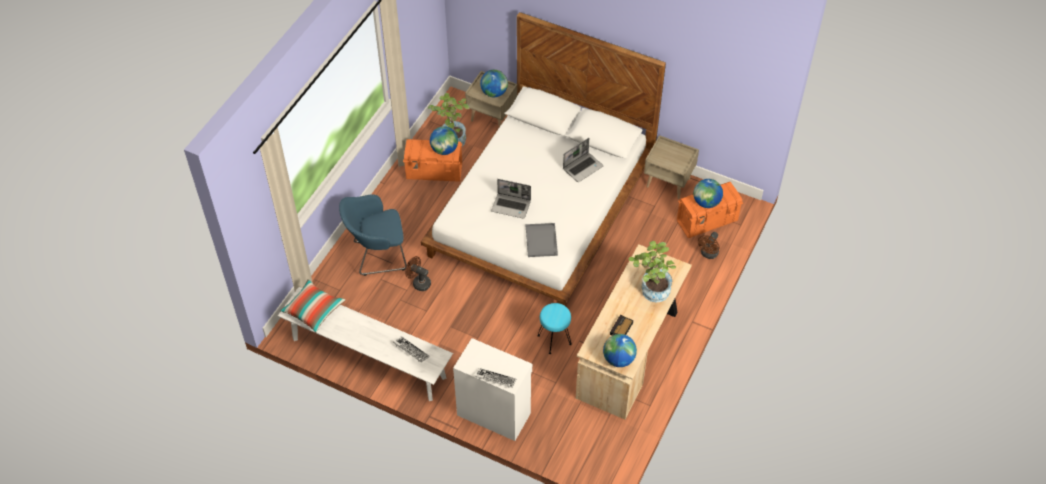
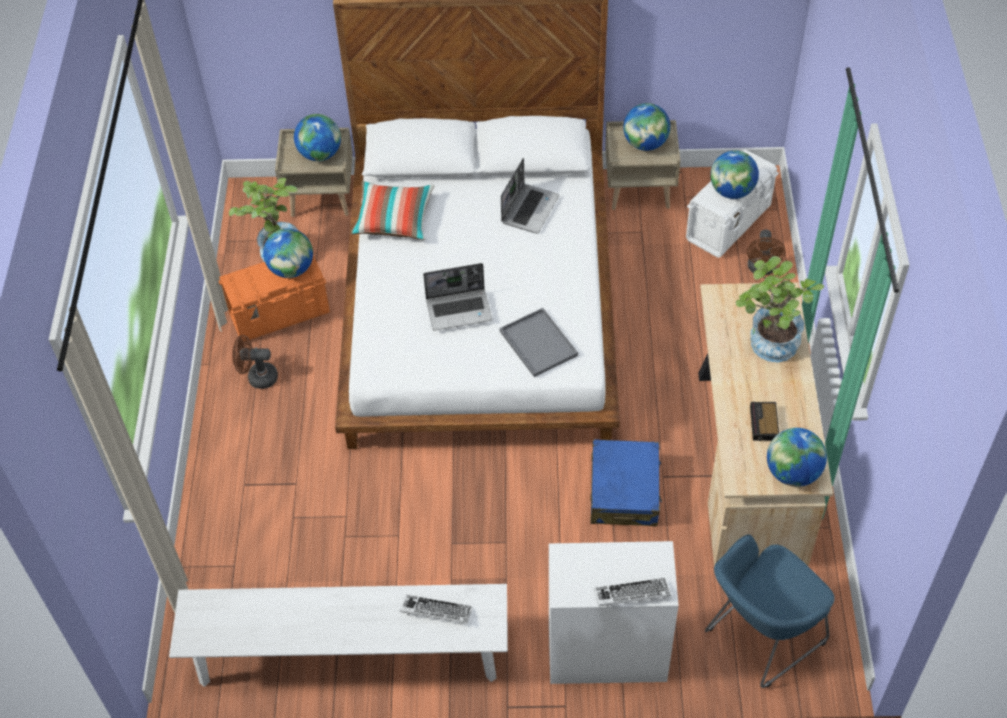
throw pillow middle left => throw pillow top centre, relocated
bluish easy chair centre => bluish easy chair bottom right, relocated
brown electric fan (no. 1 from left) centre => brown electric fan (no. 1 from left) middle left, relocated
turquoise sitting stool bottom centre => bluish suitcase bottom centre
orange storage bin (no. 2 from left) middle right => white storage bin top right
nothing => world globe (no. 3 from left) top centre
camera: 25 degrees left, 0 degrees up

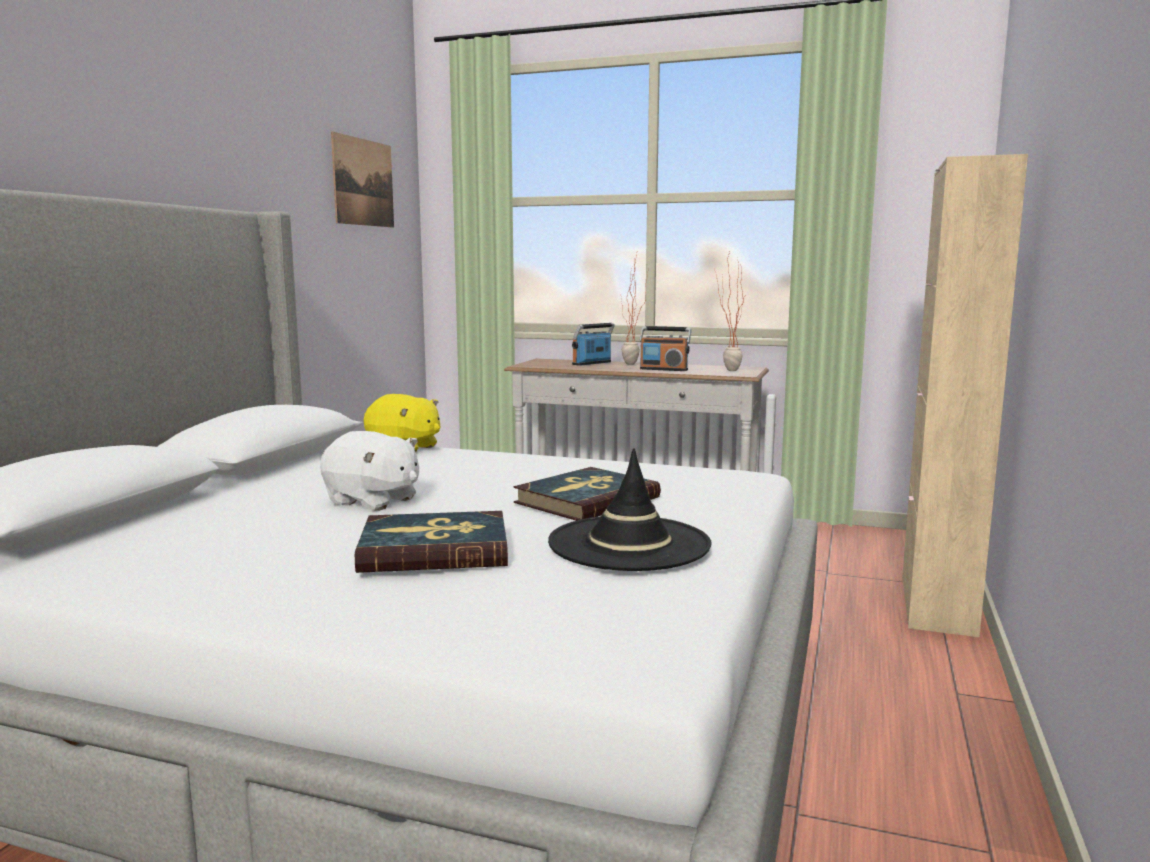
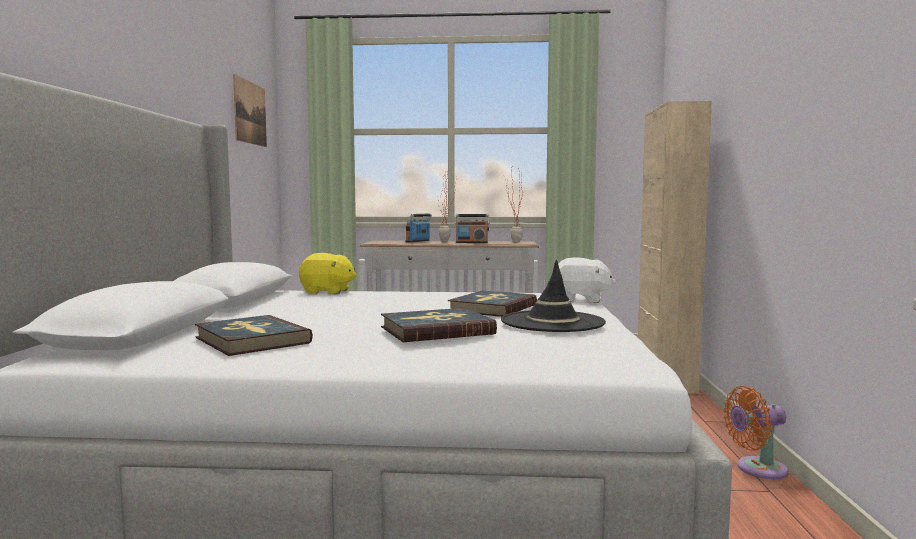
white plush toy middle left => white plush toy centre, relocated
nothing => bound book (no. 1 from left) middle left
nothing => orange electric fan bottom right
camera: 15 degrees left, 5 degrees down

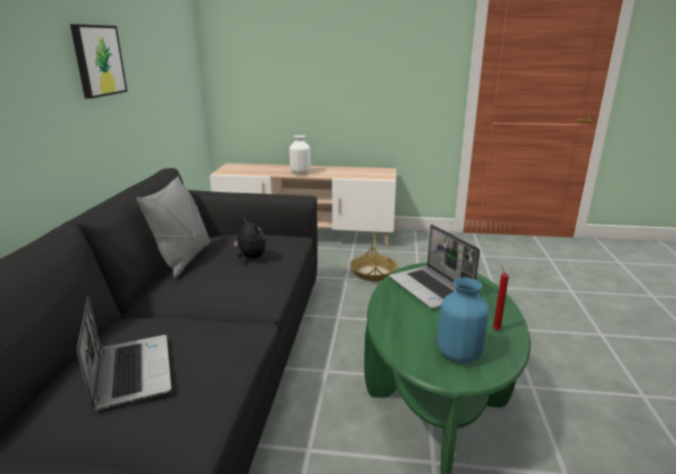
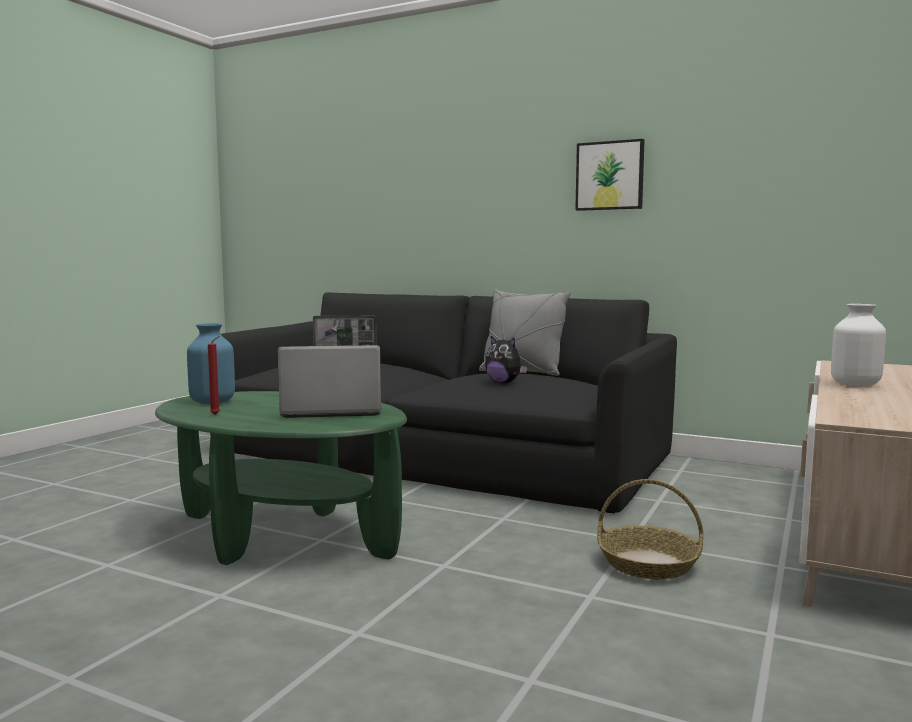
plush toy centre, 60 degrees clockwise
camera: 110 degrees right, 15 degrees down

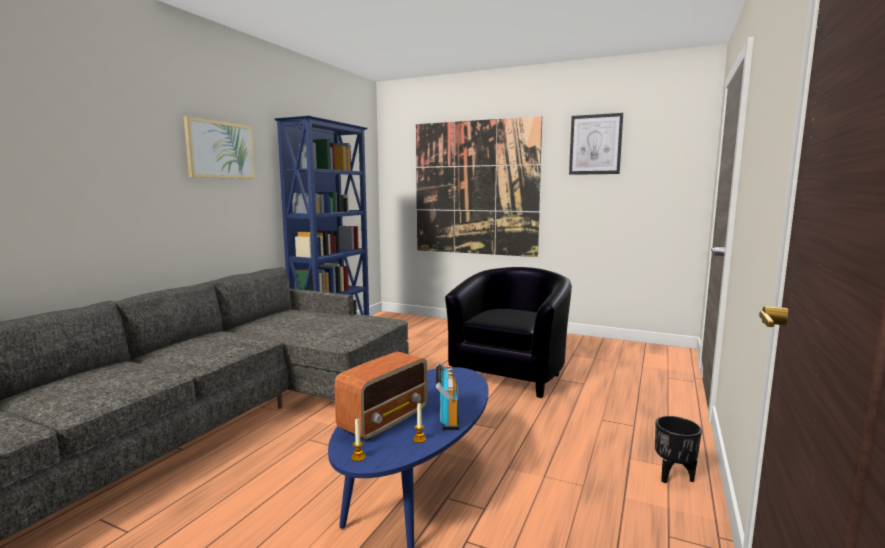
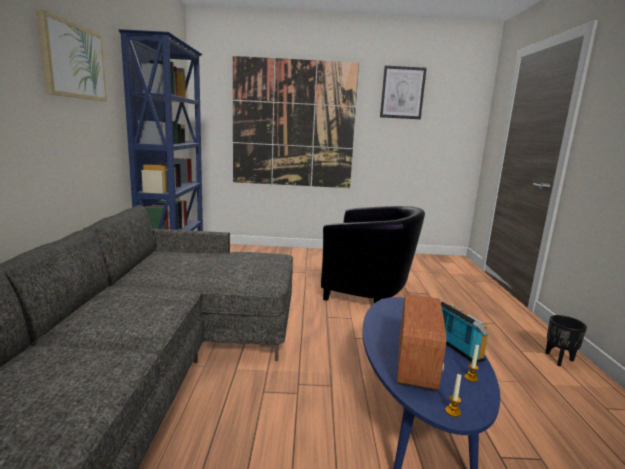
black easy chair centre, 105 degrees clockwise
camera: 25 degrees left, 5 degrees up

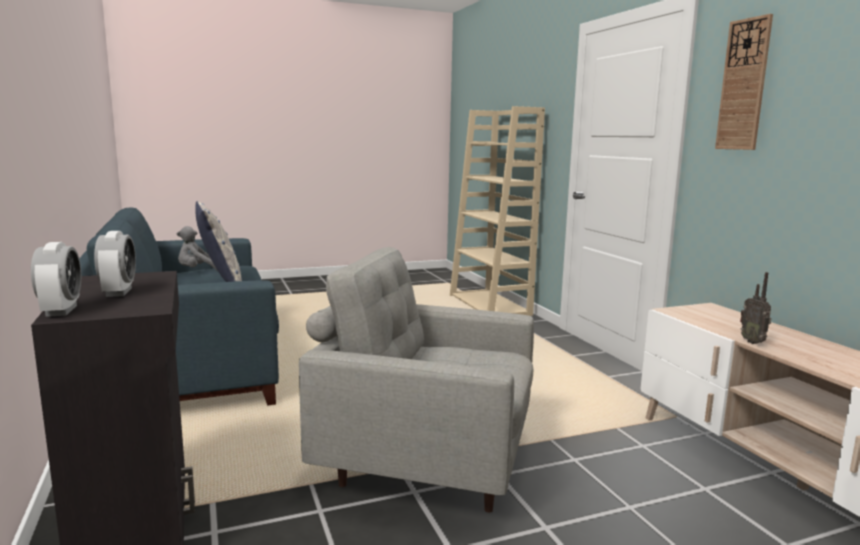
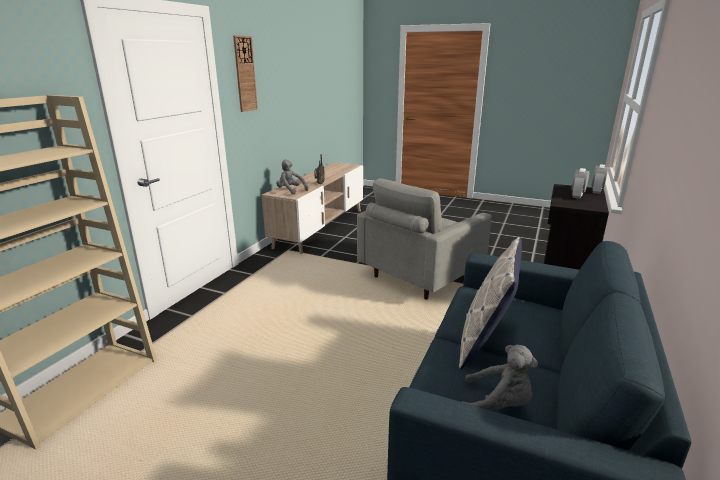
greyish easy chair bottom centre => greyish easy chair centre, 75 degrees clockwise
nothing => greyish plush toy (no. 1 from left) centre
camera: 135 degrees left, 10 degrees up

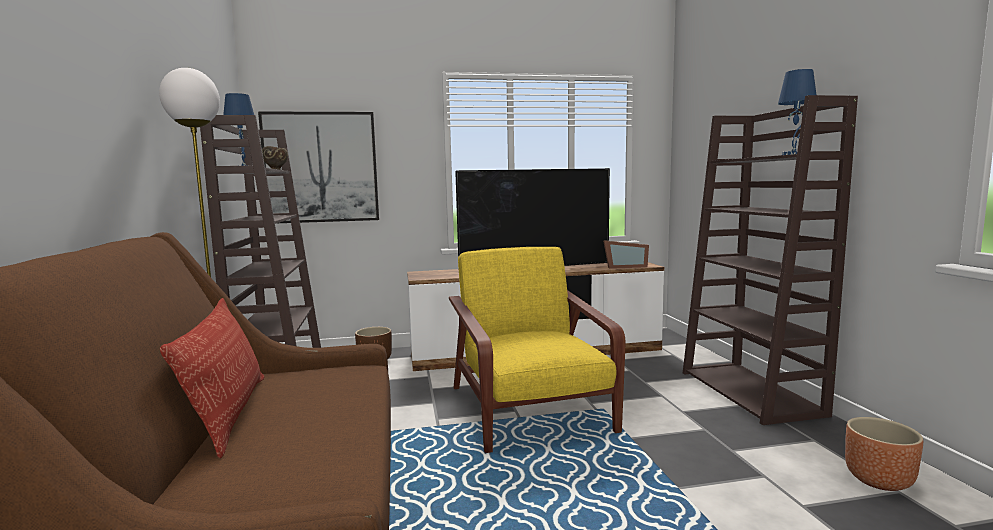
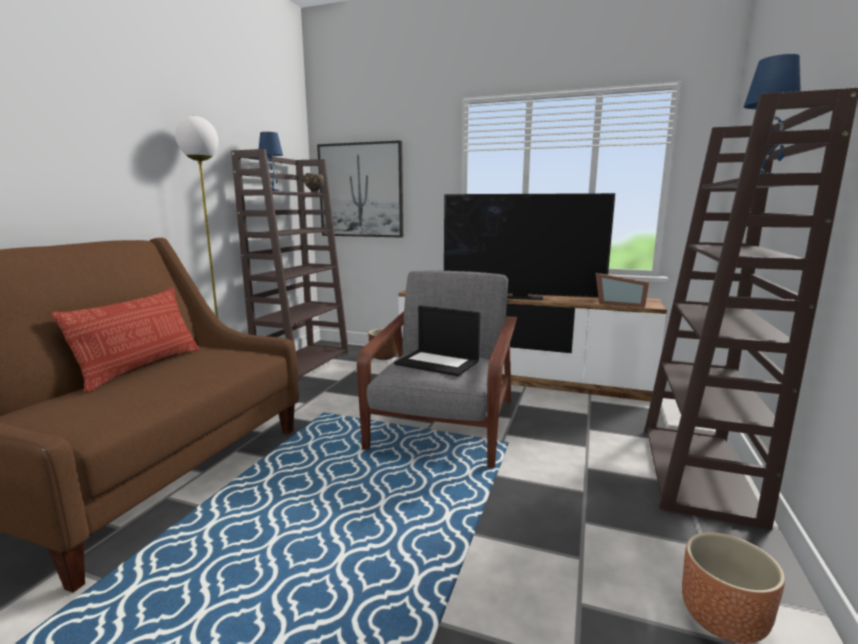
yellow easy chair centre => greyish easy chair centre
nothing => portable computer centre
camera: 30 degrees right, 5 degrees up

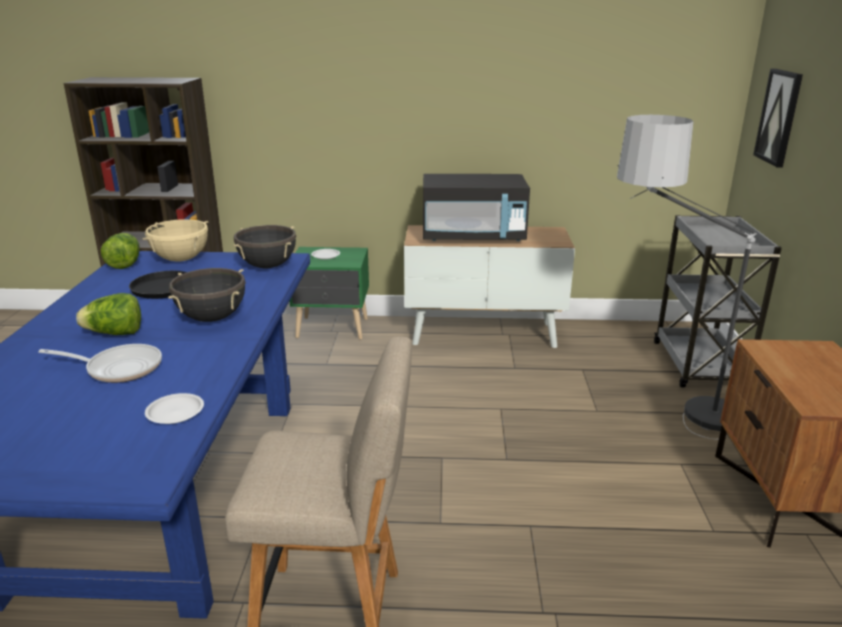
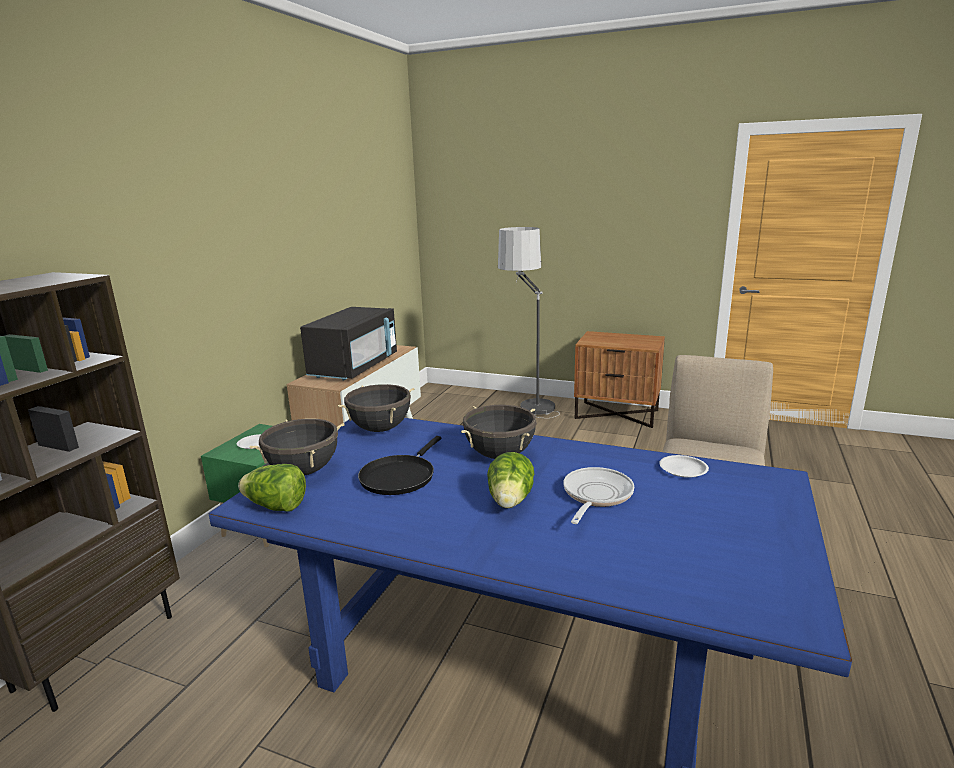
sand-coloured cooking pot middle left => black cooking pot (no. 1 from left) middle left
greyish cart middle right => nothing
wall art top right => nothing
camera: 70 degrees left, 5 degrees down

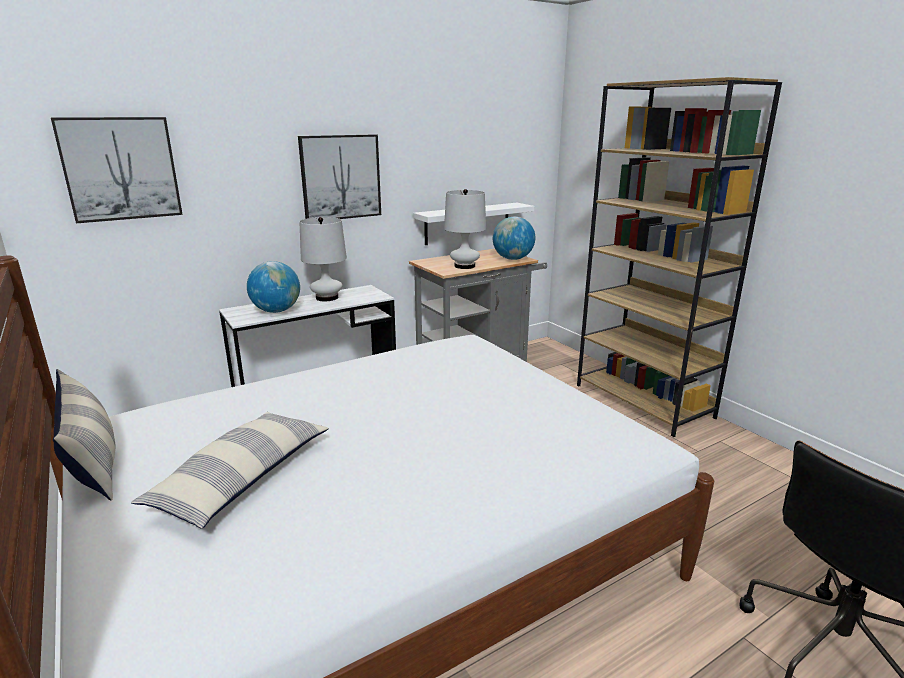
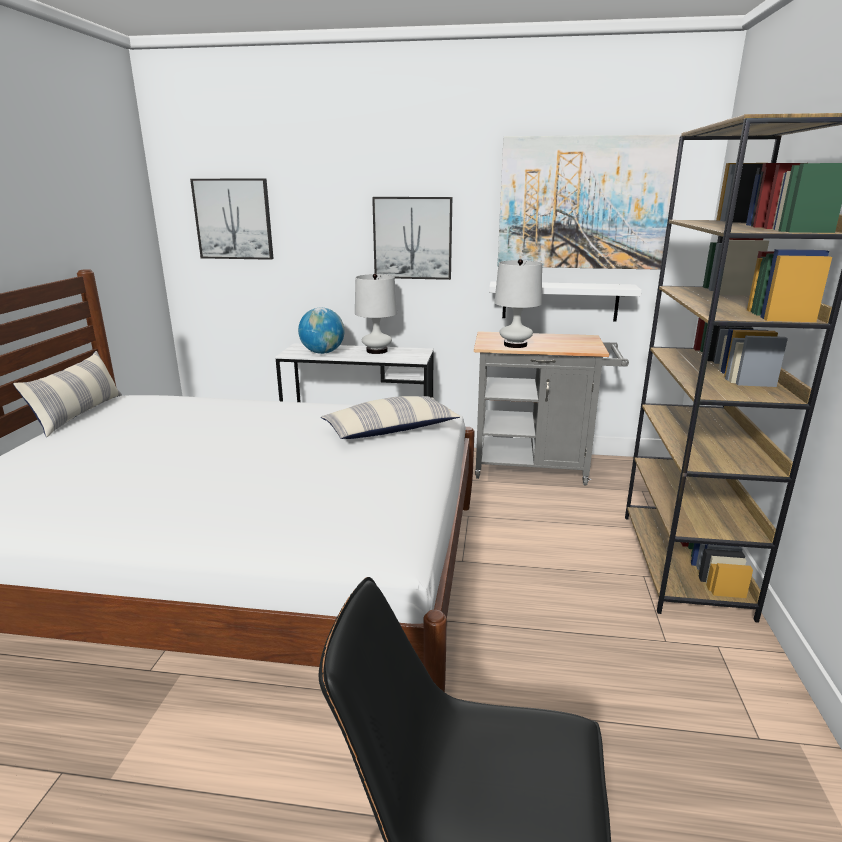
throw pillow (no. 2 from left) bottom left => throw pillow (no. 2 from left) centre, relocated
world globe (no. 2 from left) centre => nothing
nothing => wall art (no. 3 from left) top right
camera: 40 degrees right, 0 degrees up

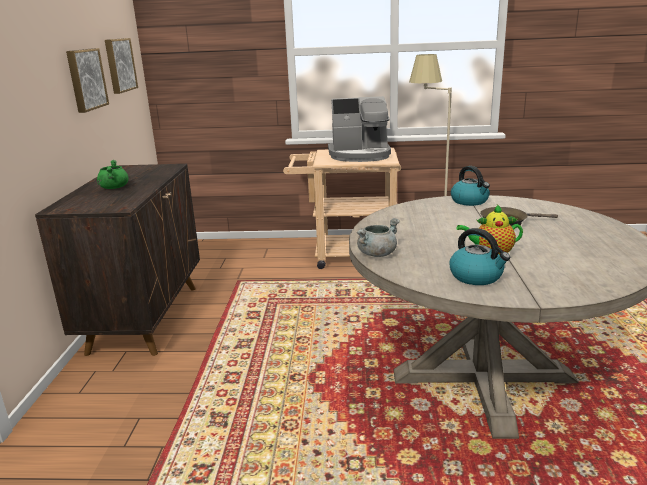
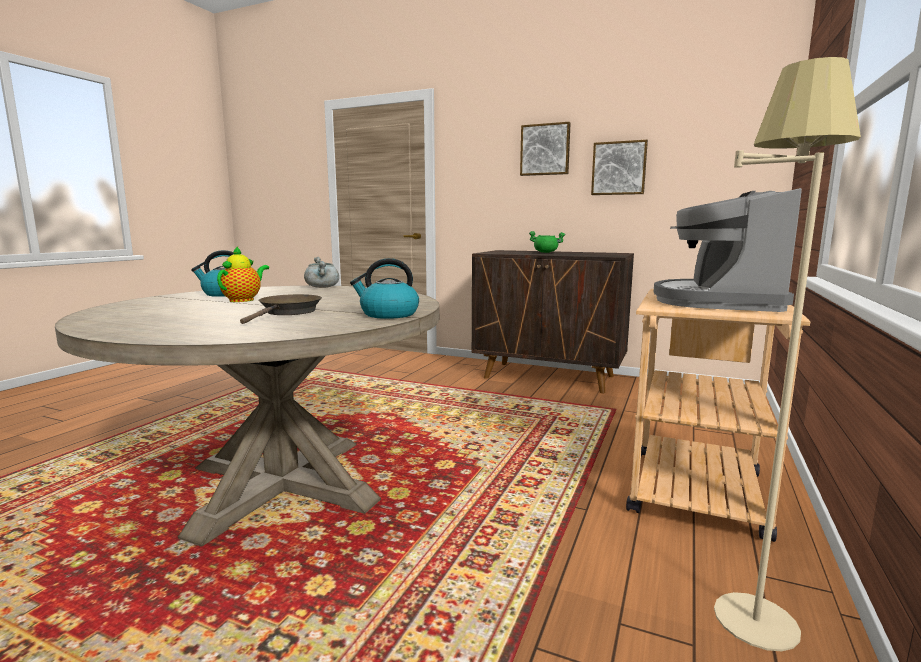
wall art (no. 2 from left in the first image) top left => wall art (no. 1 from left) top centre, relocated
camera: 110 degrees right, 10 degrees down

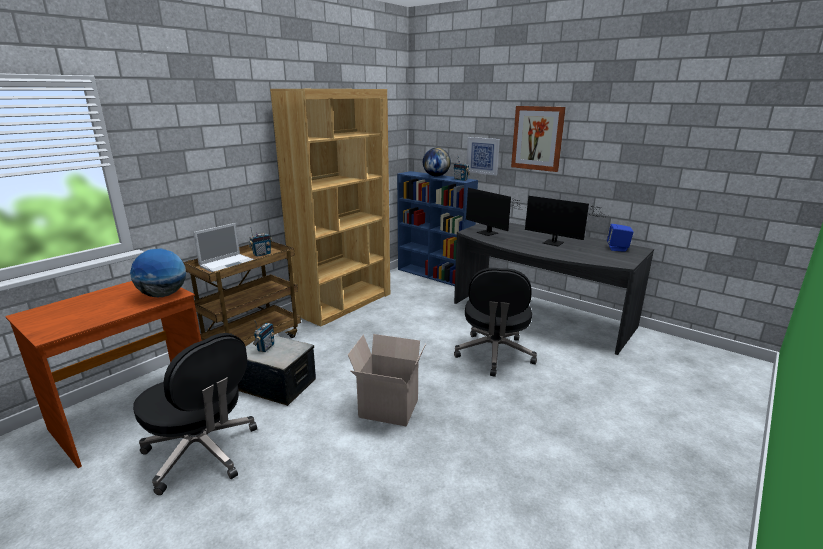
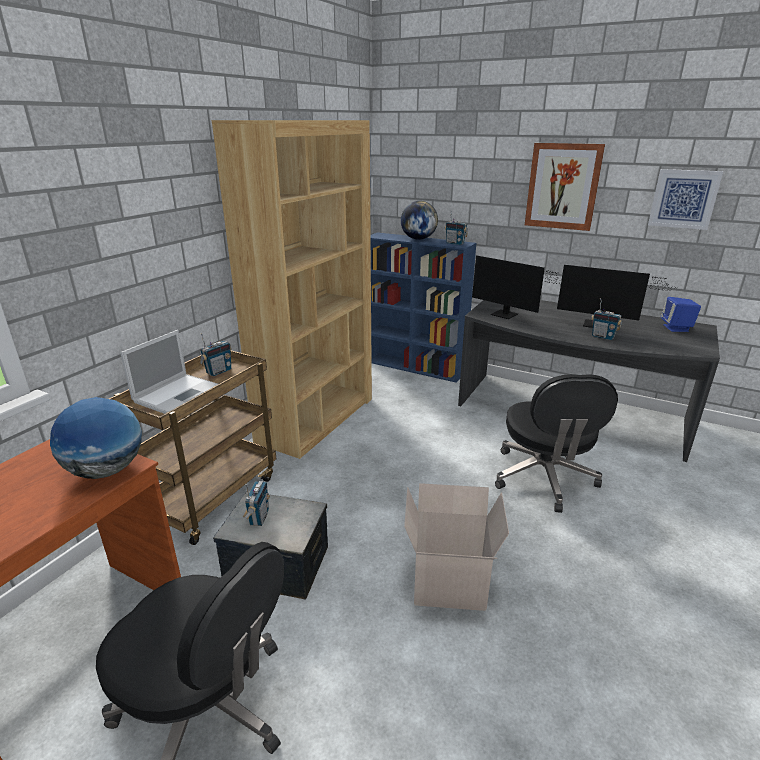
wall art (no. 1 from left in the first image) top centre => wall art (no. 2 from left) top right, relocated
nothing => radio set (no. 4 from left) middle right
camera: 10 degrees left, 5 degrees up

